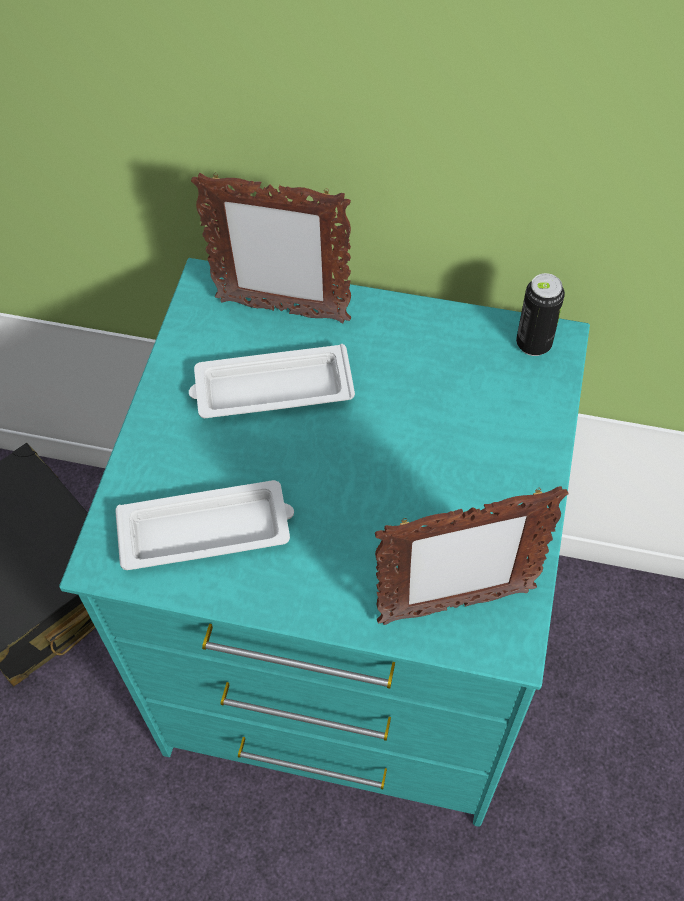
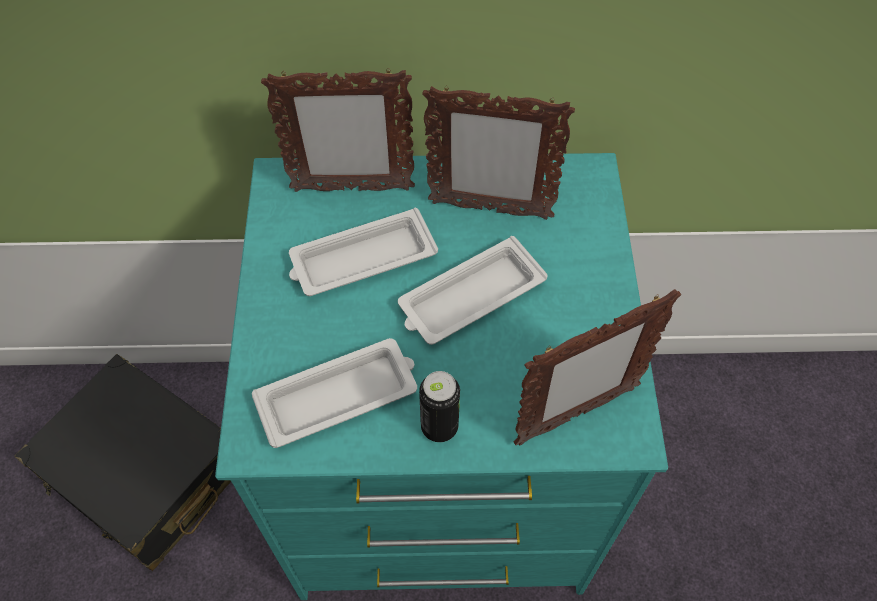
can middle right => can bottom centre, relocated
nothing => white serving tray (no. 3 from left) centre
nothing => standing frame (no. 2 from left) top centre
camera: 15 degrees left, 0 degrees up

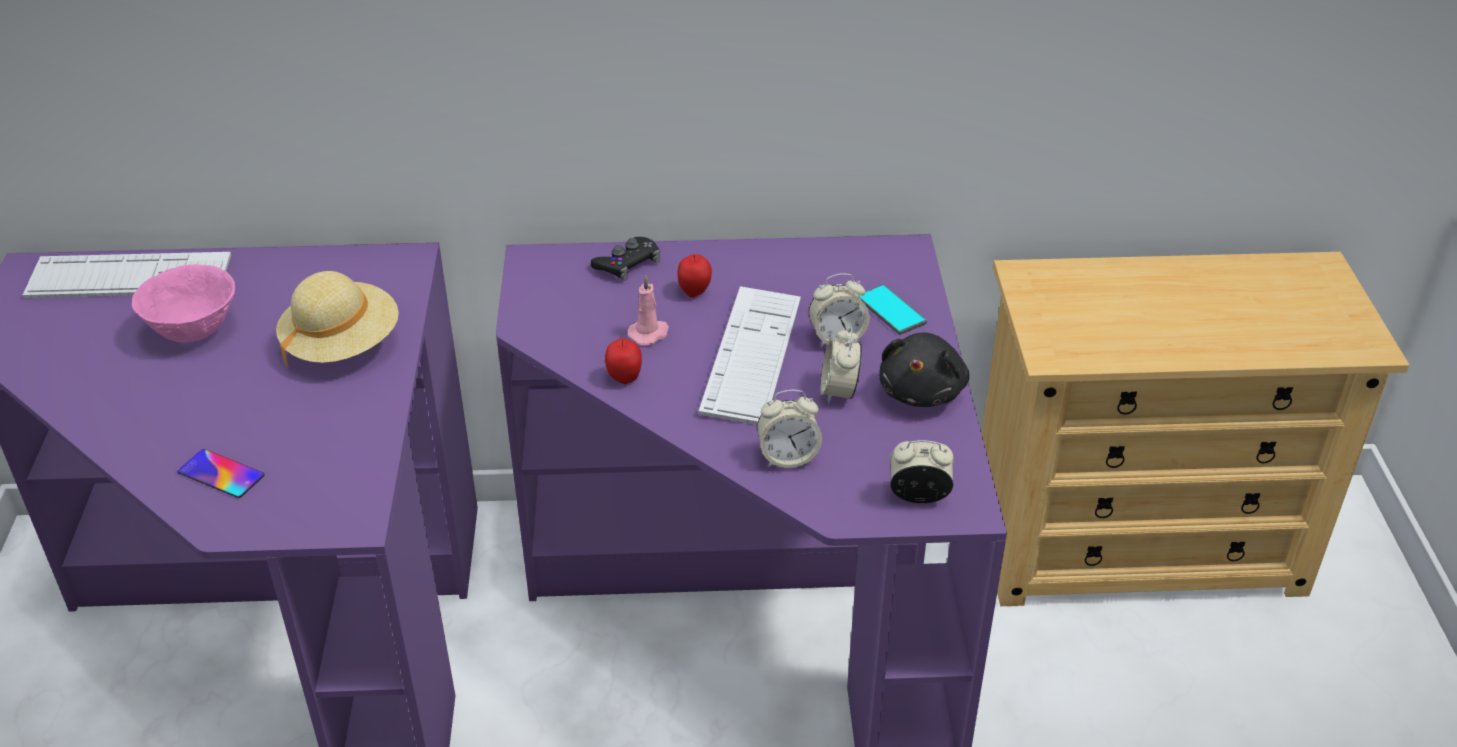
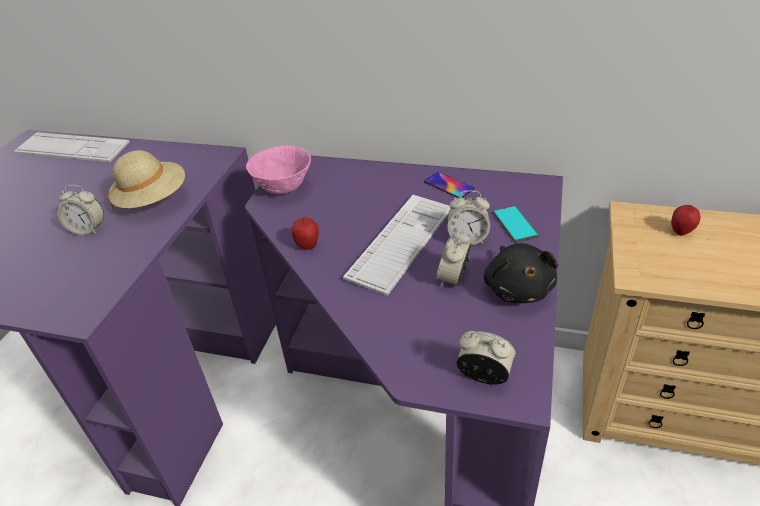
pink-coloured deep dish middle left => pink-coloured deep dish centre, relocated
phone (no. 1 from left) middle left => phone (no. 1 from left) centre, relocated
black game controller centre => nothing
pink-coloured candle centre => nothing
apple fruit (no. 2 from left) centre => apple fruit (no. 2 from left) middle right, relocated
alarm clock (no. 1 from left) centre => alarm clock (no. 1 from left) middle left, relocated
black plush toy centre => black plush toy middle right, 45 degrees counterclockwise
camera: 20 degrees right, 0 degrees up

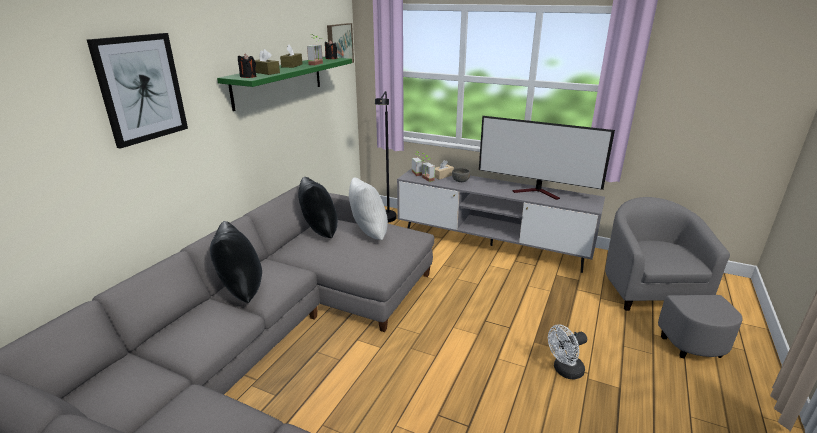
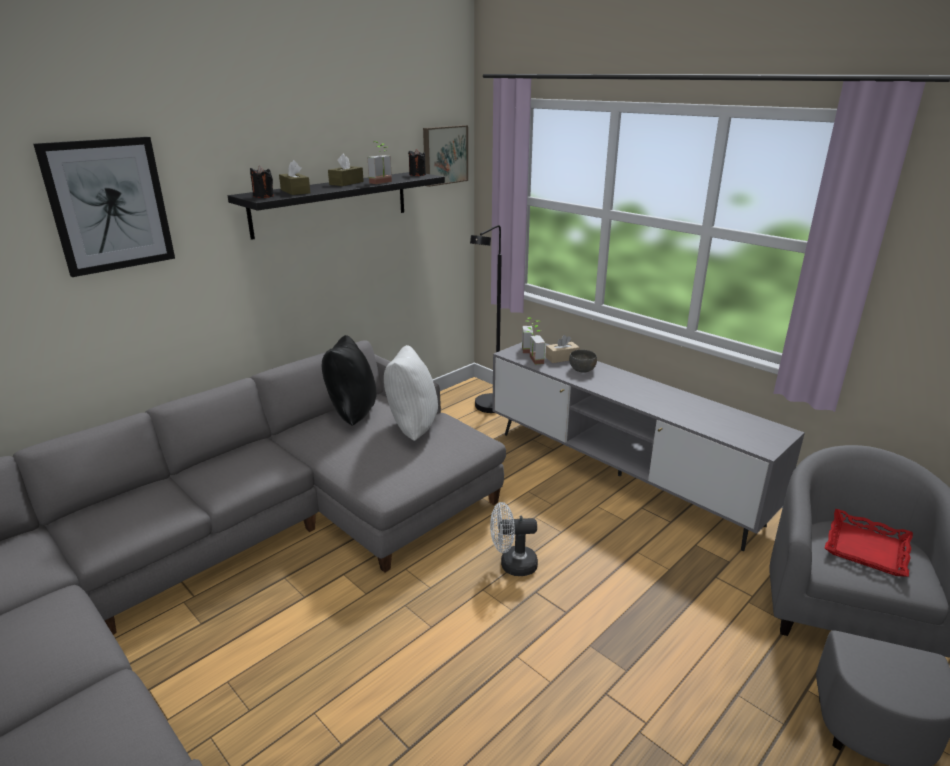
black throw pillow (no. 1 from left) middle left => nothing
greenish wall shelf top centre => black wall shelf top centre
TV set middle right => nothing
white electric fan bottom right => white electric fan bottom centre, relocated
nothing => red-coloured serving tray bottom right
camera: 20 degrees right, 0 degrees up

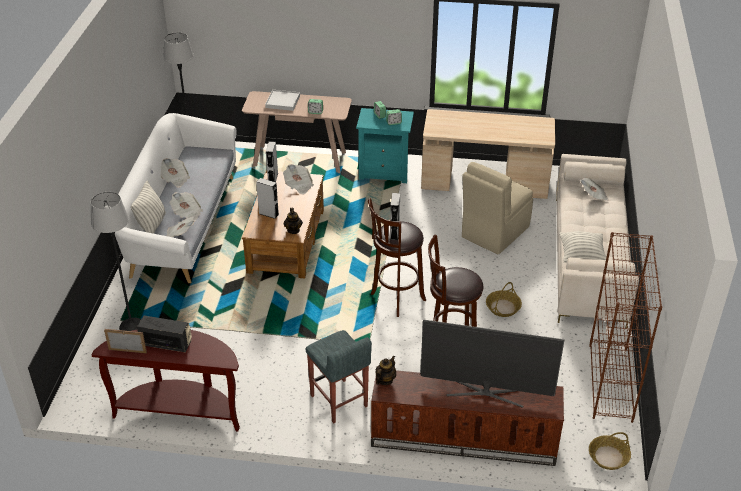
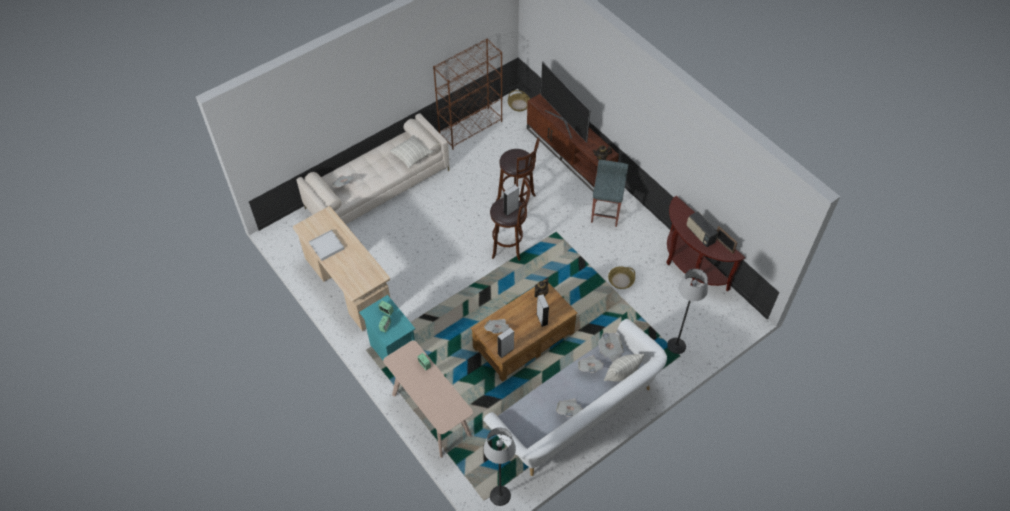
white serving tray top centre => white serving tray middle left, relocated
sand-coloured chair middle right => nothing
household basket (no. 1 from left in the first image) middle right => household basket (no. 2 from left) centre, relocated
camera: 135 degrees left, 15 degrees up

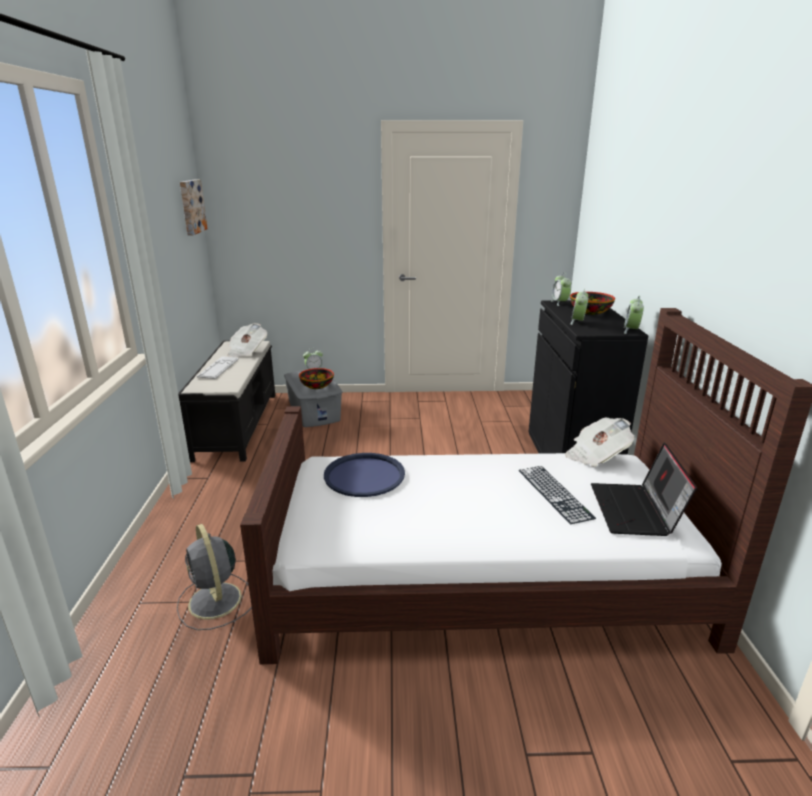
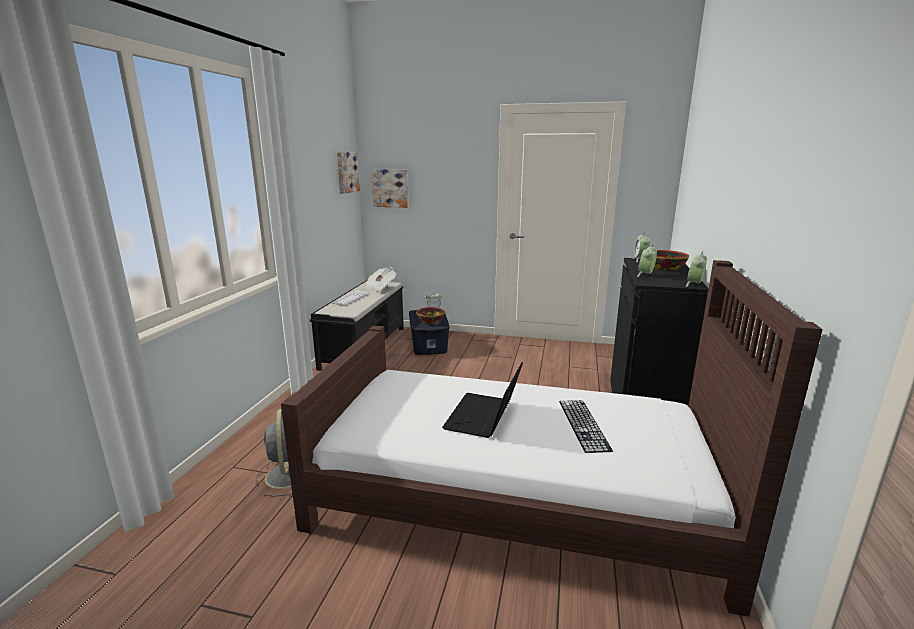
greyish storage bin centre => bluish storage bin centre
bluish serving tray centre => nothing
newspaper (no. 2 from left) middle right => nothing
portable computer middle right => portable computer centre, relocated
nothing => wall art (no. 2 from left) top centre
camera: 15 degrees right, 5 degrees down

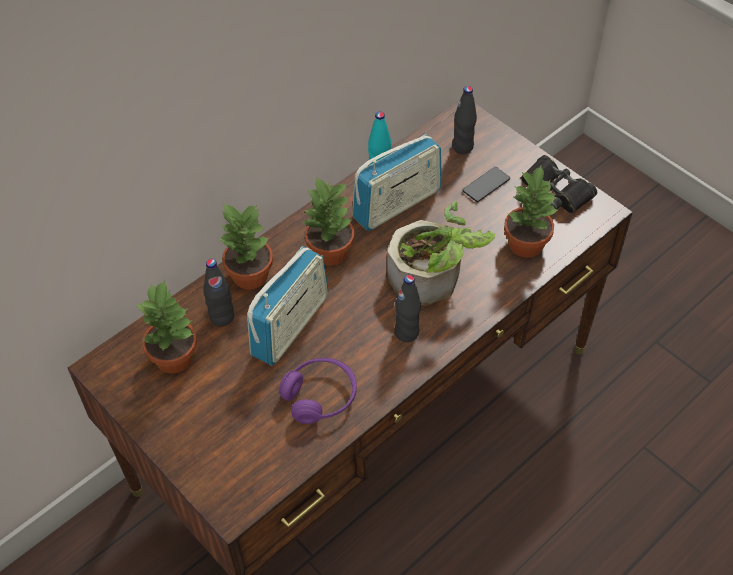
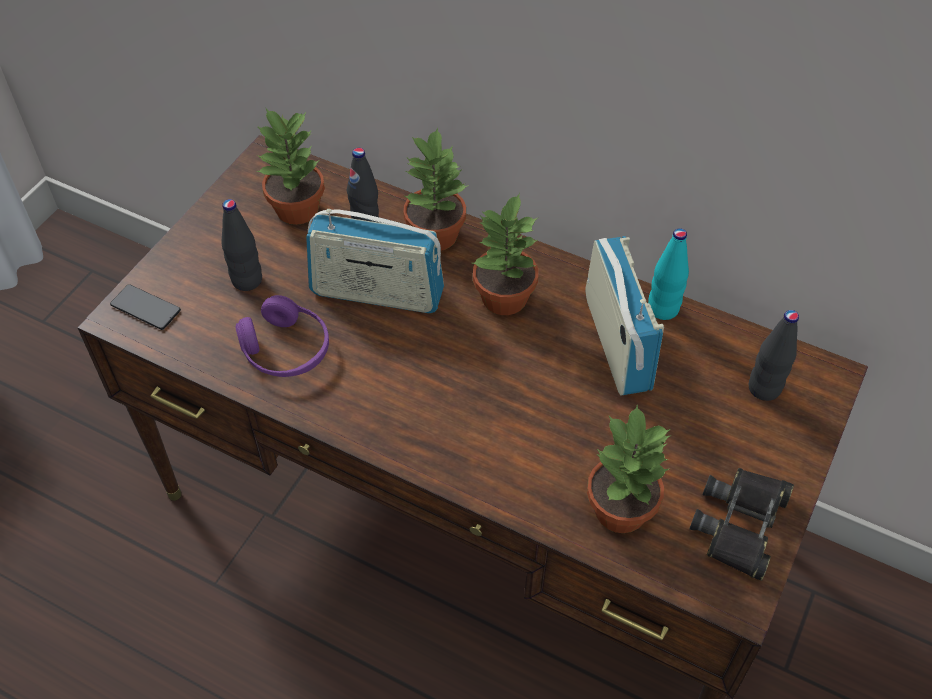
radio set (no. 2 from left) top centre => radio set (no. 2 from left) middle right, 135 degrees counterclockwise
potted plant (no. 4 from left) centre => nothing
black beverage bottle (no. 2 from left in the first image) centre => black beverage bottle (no. 1 from left) middle left, relocated
phone top centre => phone middle left, relocated
camera: 70 degrees right, 0 degrees up

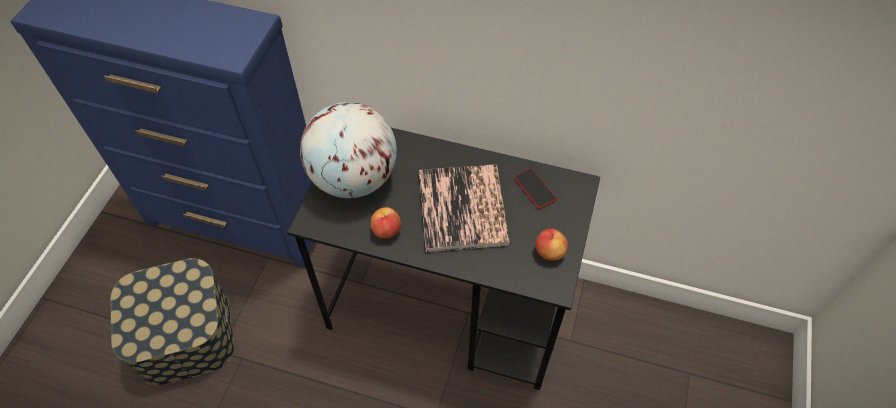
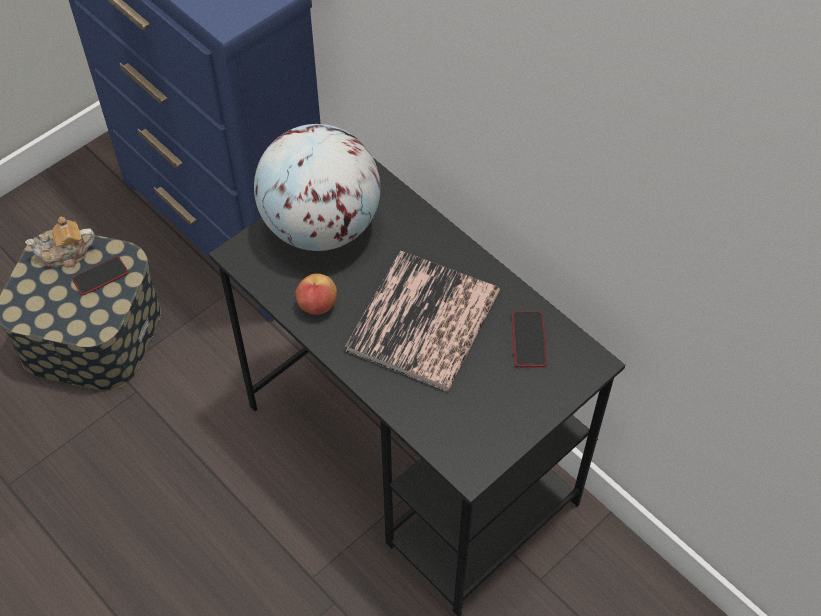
apple fruit (no. 2 from left) centre => nothing
nothing => teapot middle left
nothing => phone (no. 1 from left) middle left
camera: 30 degrees right, 0 degrees up

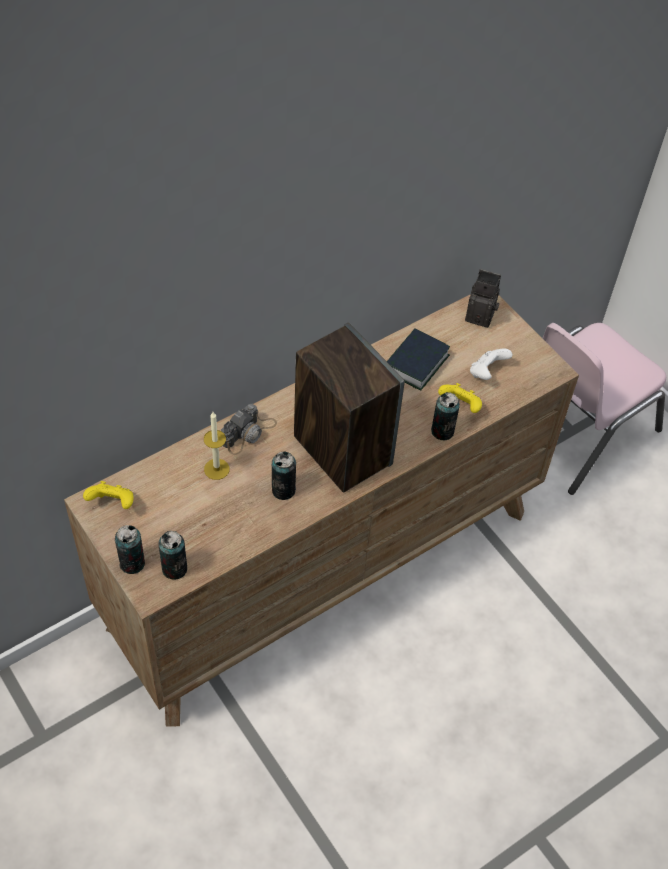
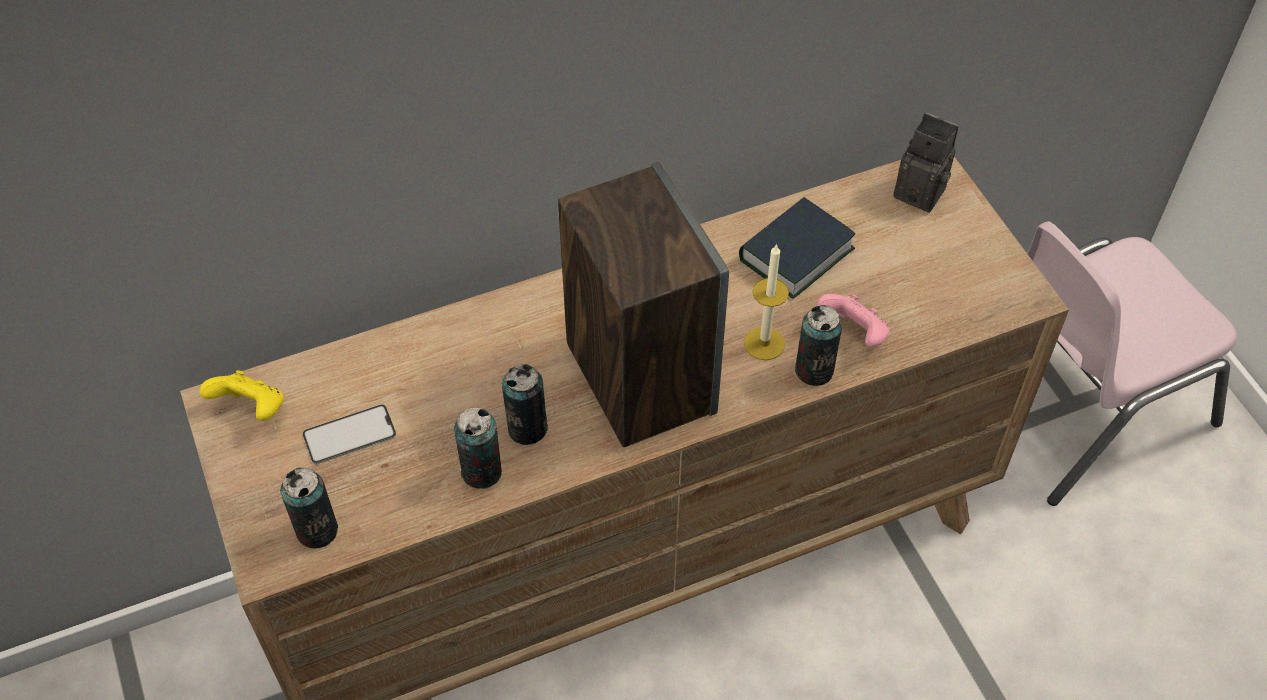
can (no. 1 from left in the first image) middle left => can (no. 2 from left) centre, relocated
candle middle left => candle centre, relocated
still camera (no. 1 from left) centre => nothing
yellow game controller (no. 2 from left) middle right => pink-coloured game controller middle right
white game controller middle right => nothing
nothing => phone middle left
camera: 15 degrees right, 0 degrees up

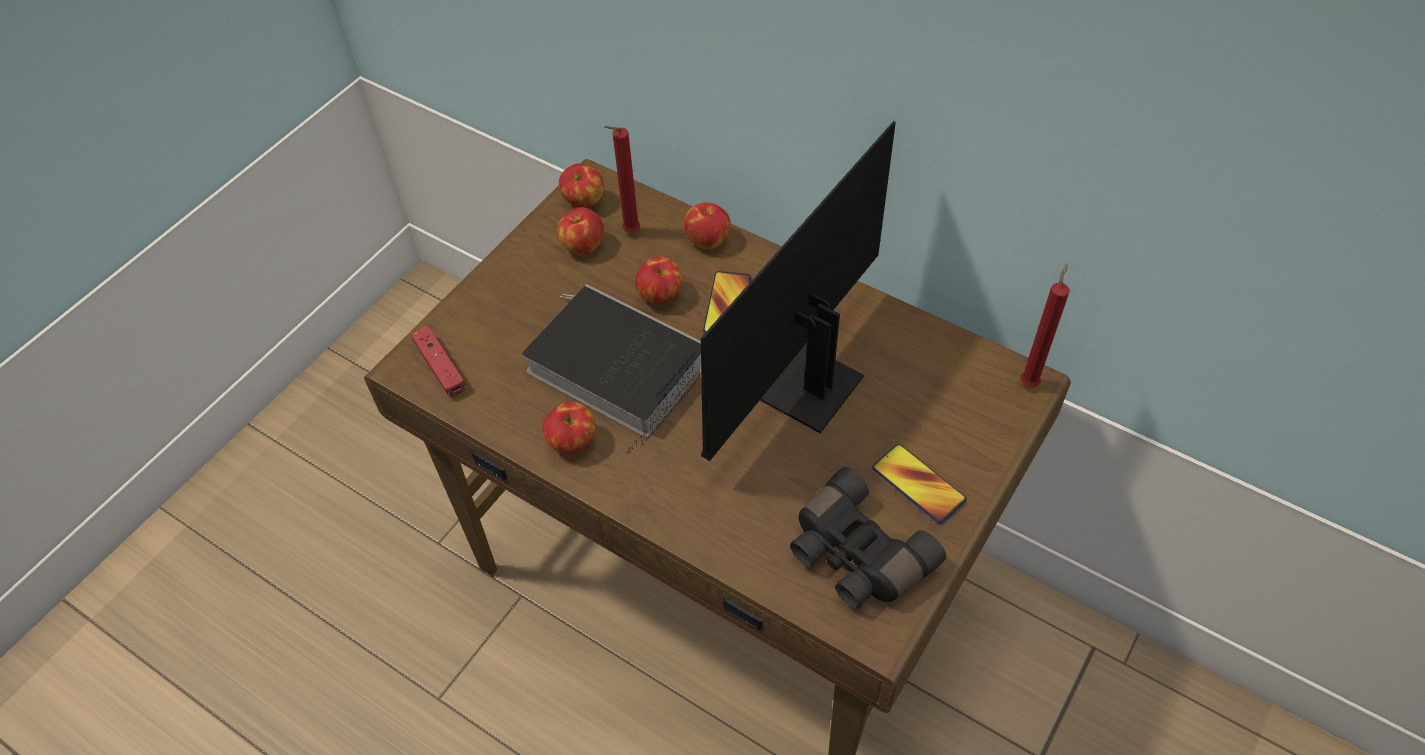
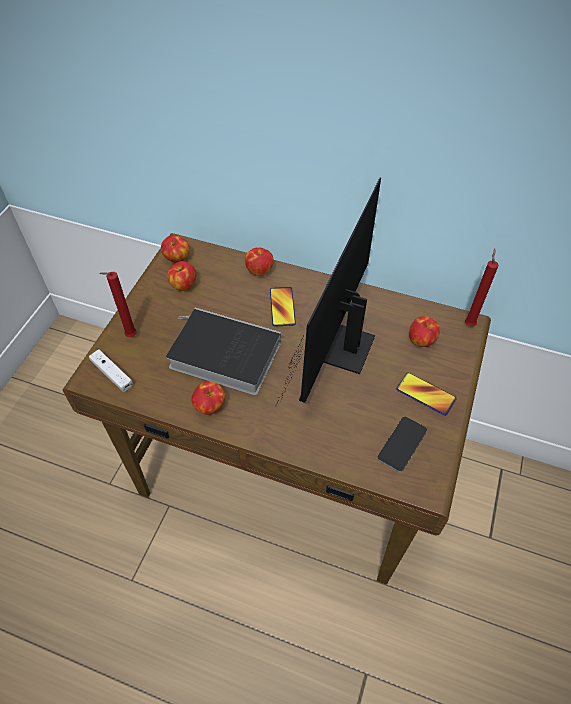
red-coloured game controller middle left => white game controller middle left
red-coloured candle (no. 1 from left) top centre => red-coloured candle (no. 1 from left) middle left, relocated
apple fruit (no. 4 from left in the first image) centre => apple fruit (no. 5 from left) middle right, relocated
black pair of binoculars bottom centre => phone (no. 2 from left) middle right
camera: 15 degrees left, 0 degrees up

